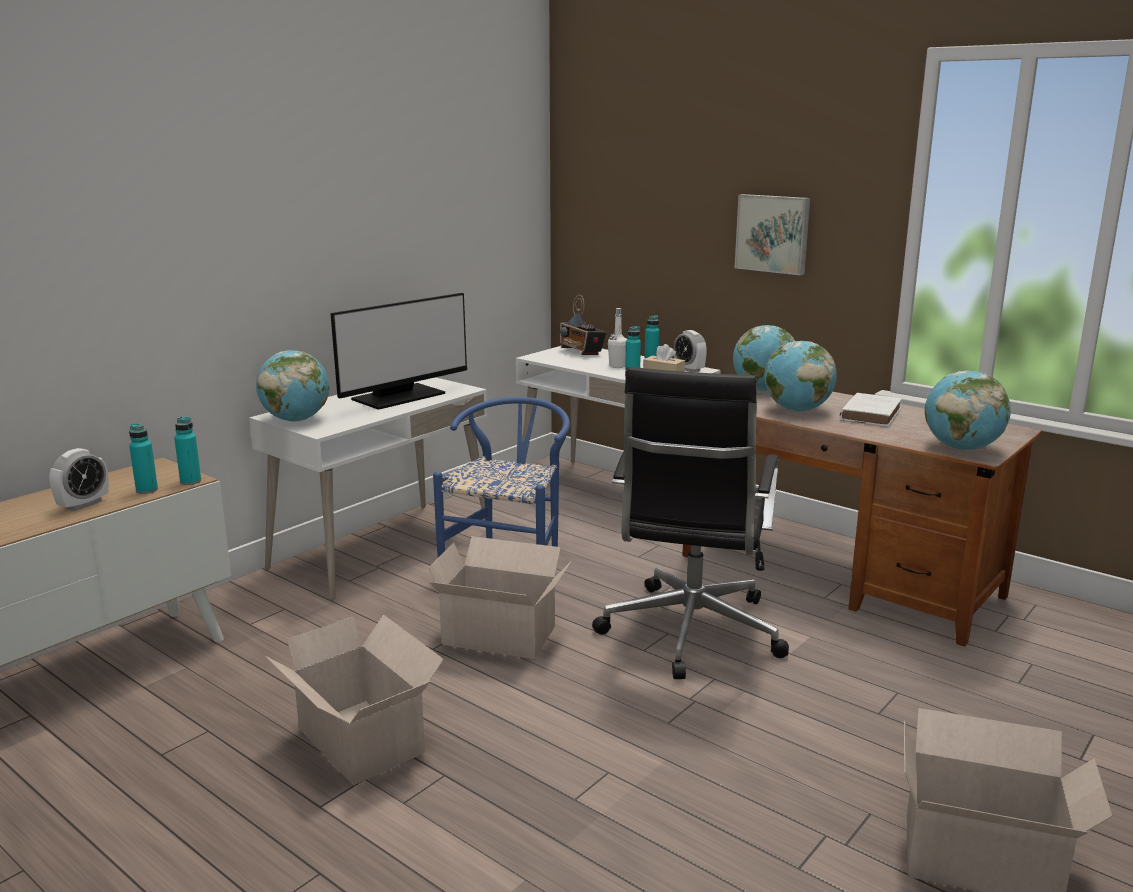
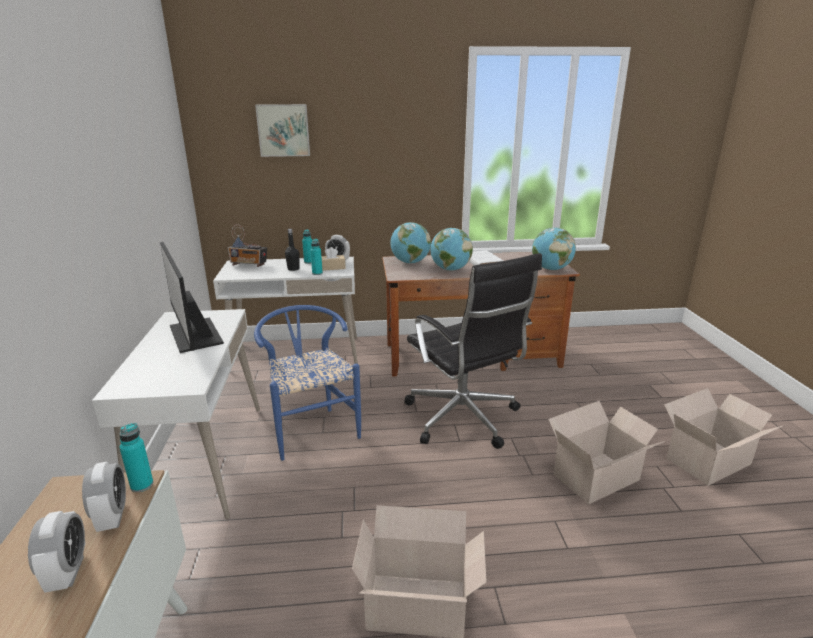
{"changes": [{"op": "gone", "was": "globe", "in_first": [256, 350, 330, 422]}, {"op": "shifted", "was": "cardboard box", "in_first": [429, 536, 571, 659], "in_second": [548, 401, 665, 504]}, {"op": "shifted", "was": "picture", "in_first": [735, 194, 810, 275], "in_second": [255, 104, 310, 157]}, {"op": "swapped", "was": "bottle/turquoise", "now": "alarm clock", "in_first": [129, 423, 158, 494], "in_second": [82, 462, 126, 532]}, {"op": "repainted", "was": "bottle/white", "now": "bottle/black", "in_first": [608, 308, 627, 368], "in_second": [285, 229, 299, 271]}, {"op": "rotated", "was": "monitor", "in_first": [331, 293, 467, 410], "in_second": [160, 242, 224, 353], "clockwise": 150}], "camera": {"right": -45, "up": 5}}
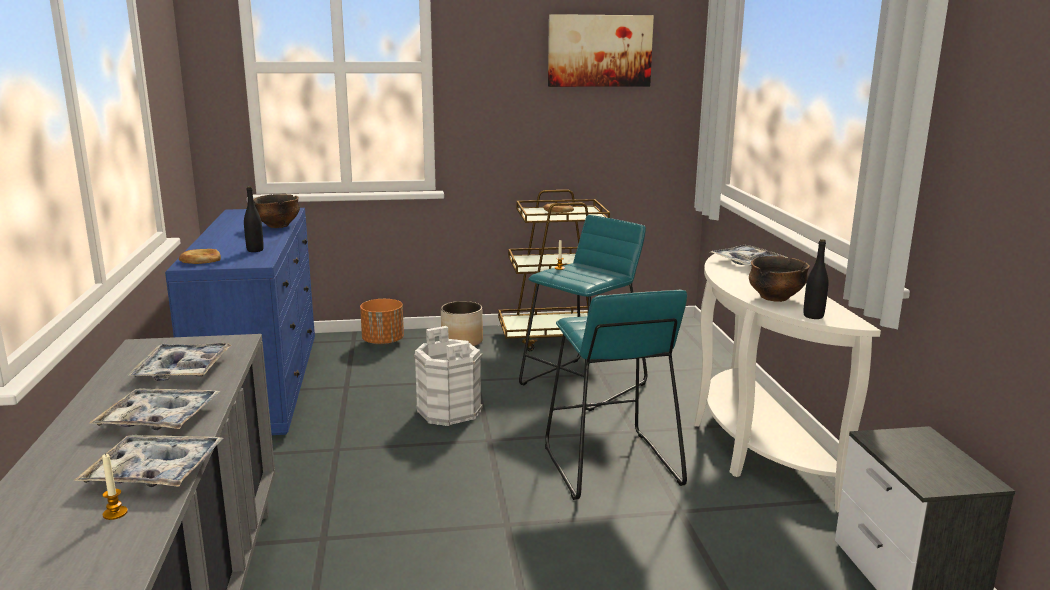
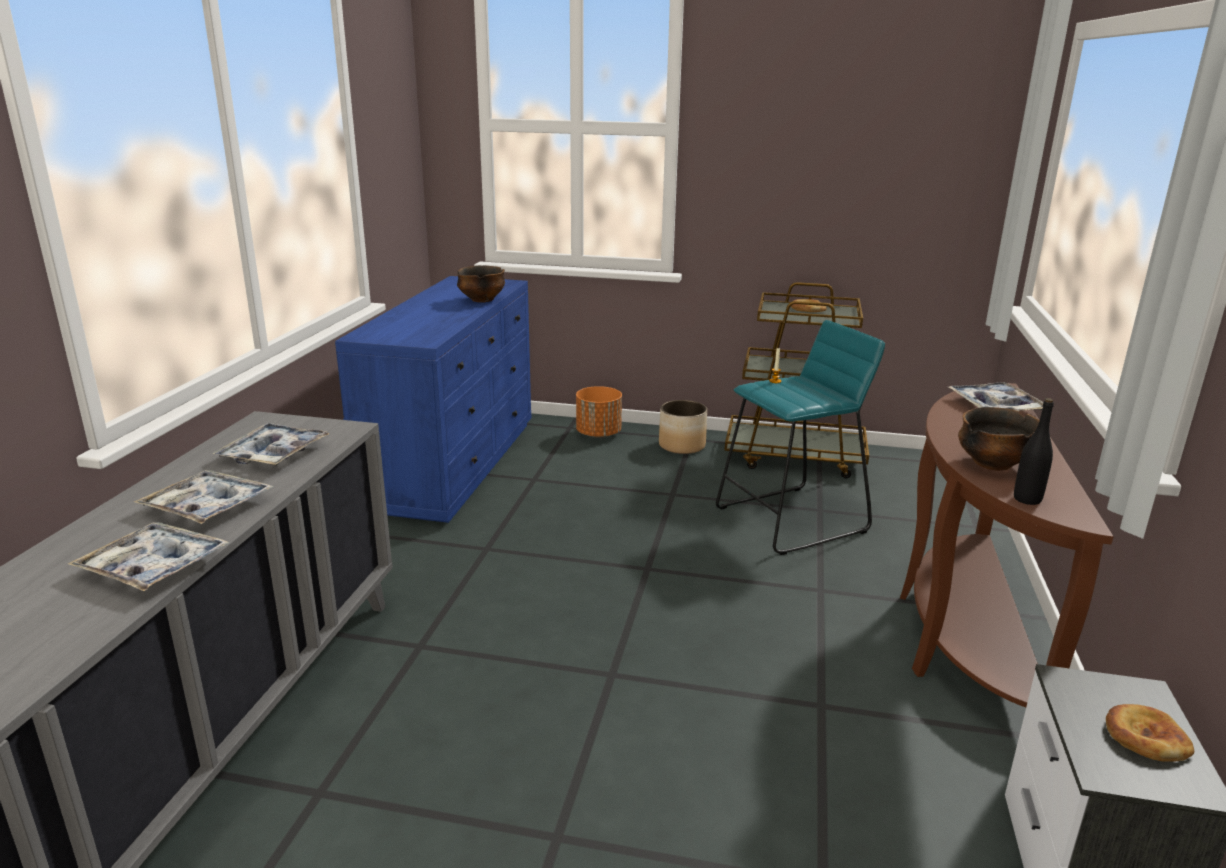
{"changes": [{"op": "gone", "was": "candle", "in_first": [102, 453, 128, 520]}, {"op": "gone", "was": "bottle/black", "in_first": [244, 186, 264, 252]}, {"op": "gone", "was": "bucket/white", "in_first": [414, 326, 483, 426]}, {"op": "gone", "was": "stool/turquoise", "in_first": [545, 289, 687, 500]}, {"op": "gone", "was": "picture", "in_first": [548, 14, 654, 87]}, {"op": "shifted", "was": "bread", "in_first": [179, 249, 221, 264], "in_second": [1106, 704, 1194, 762]}, {"op": "repainted", "was": "console table/white", "now": "console table/brown", "in_first": [694, 254, 881, 513], "in_second": [900, 383, 1114, 707]}], "camera": {"right": 20, "up": 5}}
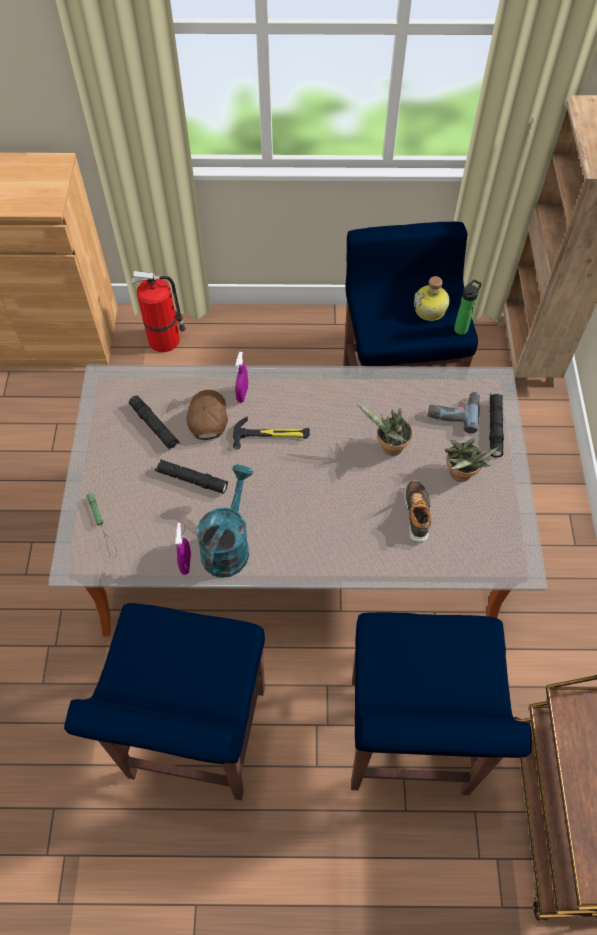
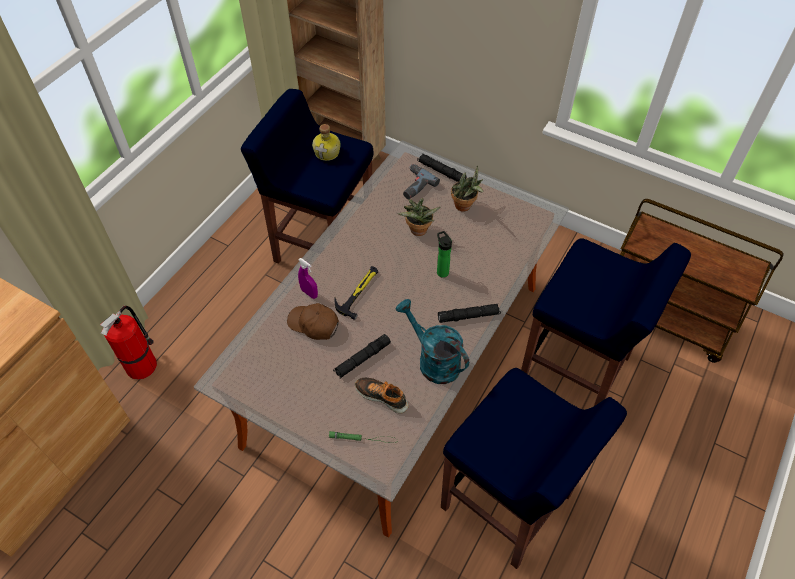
{"changes": [{"op": "gone", "was": "spray bottle/purple", "in_first": [175, 523, 191, 575]}, {"op": "shifted", "was": "flashlight/black", "in_first": [129, 396, 180, 450], "in_second": [438, 304, 501, 323]}, {"op": "shifted", "was": "shoe", "in_first": [404, 480, 431, 543], "in_second": [355, 378, 409, 414]}, {"op": "shifted", "was": "bottle", "in_first": [454, 280, 482, 335], "in_second": [437, 231, 452, 278]}], "camera": {"right": -60, "up": -5}}
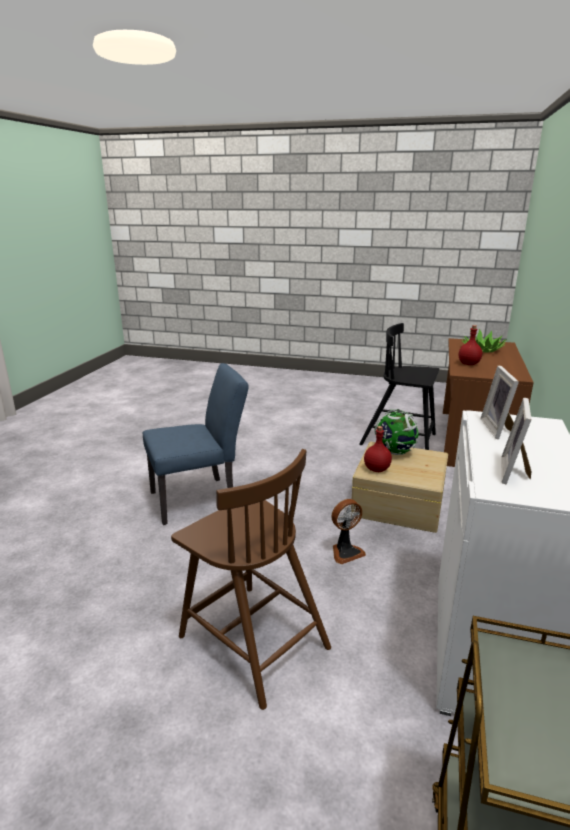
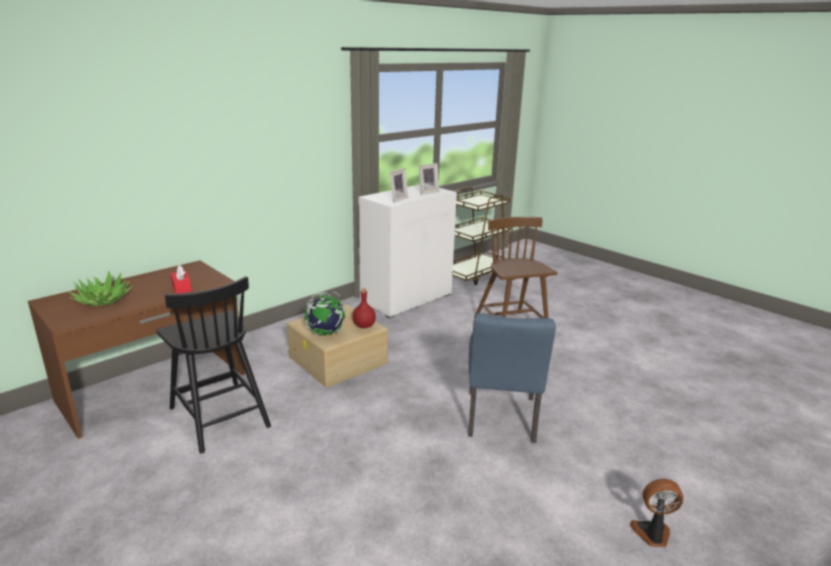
{"changes": [{"op": "shifted", "was": "fan", "in_first": [332, 499, 366, 564], "in_second": [630, 479, 683, 547]}, {"op": "swapped", "was": "bottle/red", "now": "tissue box/red", "in_first": [459, 325, 482, 365], "in_second": [170, 266, 192, 294]}, {"op": "rotated", "was": "chair/blue", "in_first": [143, 363, 249, 525], "in_second": [468, 313, 556, 443], "clockwise": -90}], "camera": {"right": -150, "up": 0}}
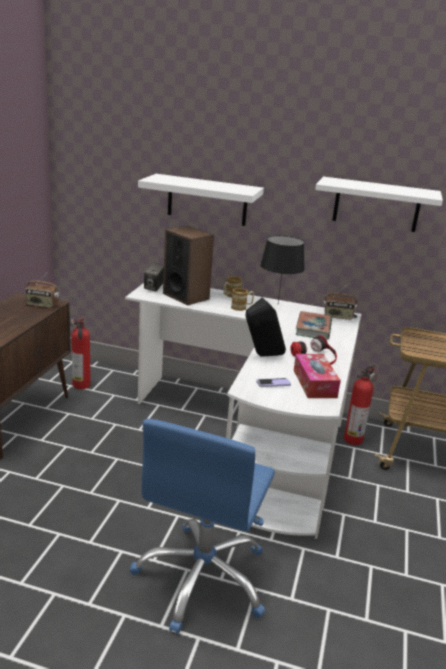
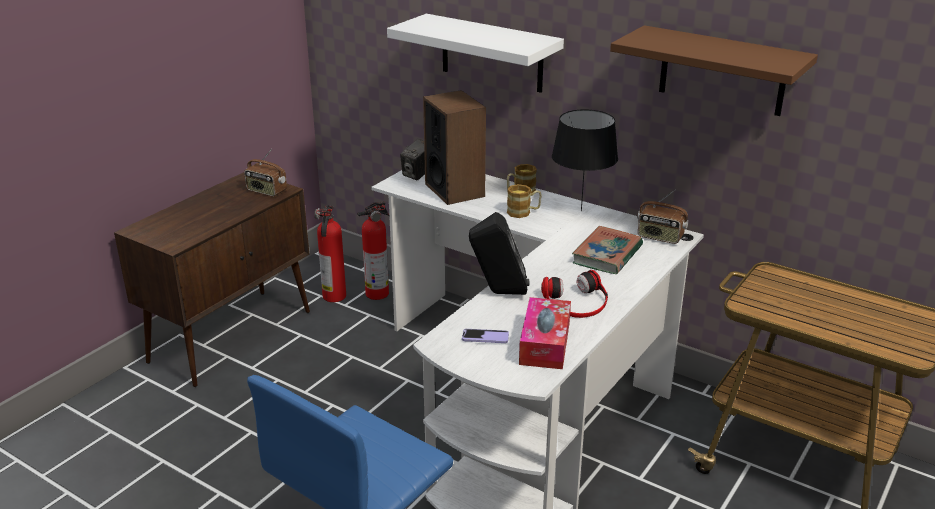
{"changes": [{"op": "shifted", "was": "fire extinguisher", "in_first": [344, 364, 377, 445], "in_second": [357, 201, 389, 300]}, {"op": "repainted", "was": "shelf/white", "now": "shelf/brown", "in_first": [315, 177, 443, 232], "in_second": [610, 25, 818, 116]}], "camera": {"right": 20, "up": 5}}
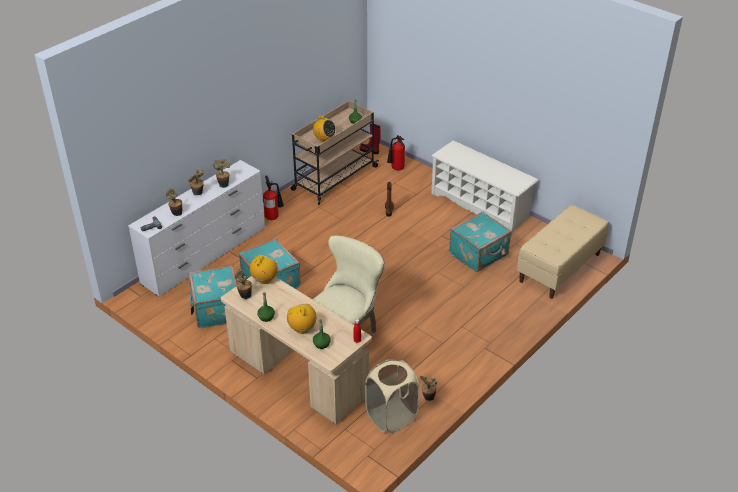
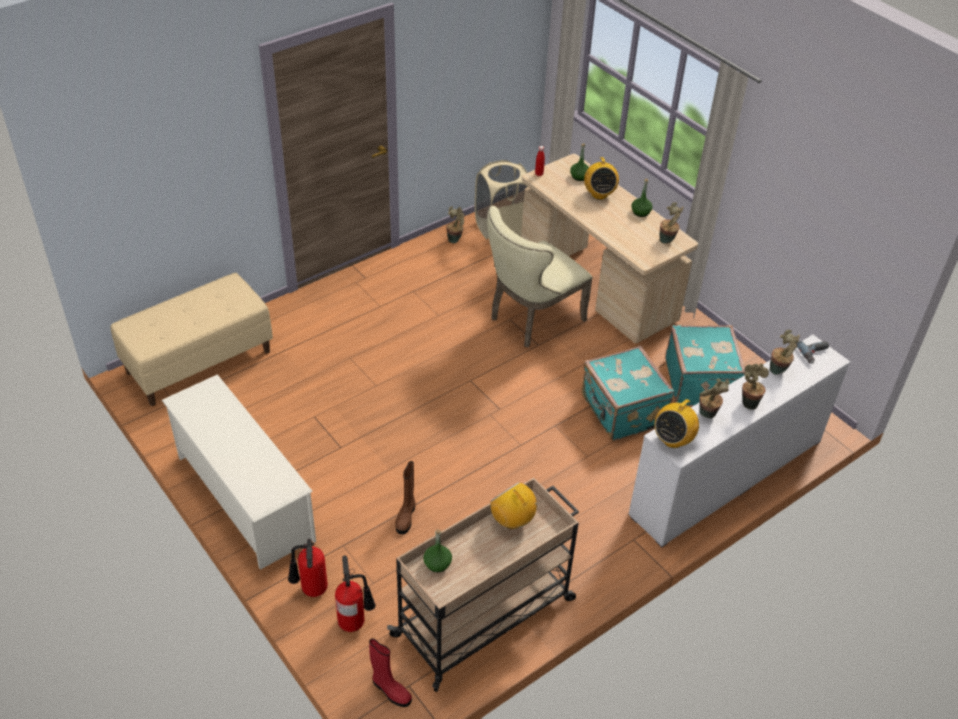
{"changes": [{"op": "gone", "was": "suitcase/turquoise", "in_first": [449, 211, 512, 272]}, {"op": "shifted", "was": "radio", "in_first": [250, 255, 278, 284], "in_second": [654, 394, 699, 448]}, {"op": "shifted", "was": "fire extinguisher", "in_first": [263, 176, 284, 220], "in_second": [288, 539, 328, 597]}], "camera": {"right": -170, "up": 5}}
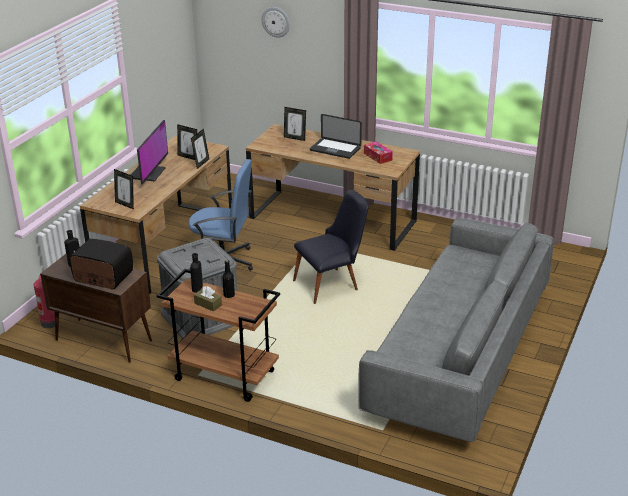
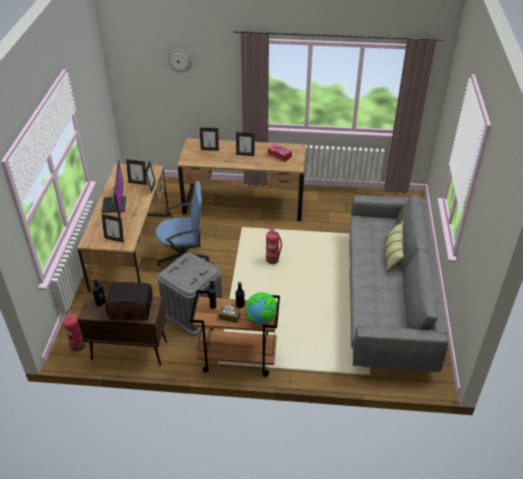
{"changes": [{"op": "new", "now": "globe", "in_second": [246, 292, 277, 323]}, {"op": "new", "now": "pillow", "in_second": [386, 220, 404, 273]}, {"op": "swapped", "was": "chair/black", "now": "fire extinguisher", "in_first": [293, 190, 369, 304], "in_second": [266, 224, 282, 264]}, {"op": "swapped", "was": "laptop", "now": "picture frame", "in_first": [310, 114, 362, 159], "in_second": [236, 132, 255, 156]}], "camera": {"right": -20, "up": 10}}
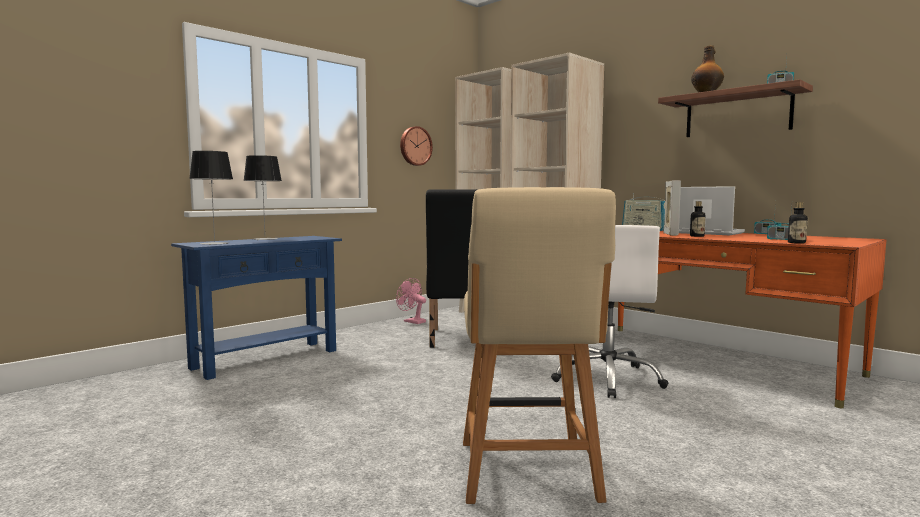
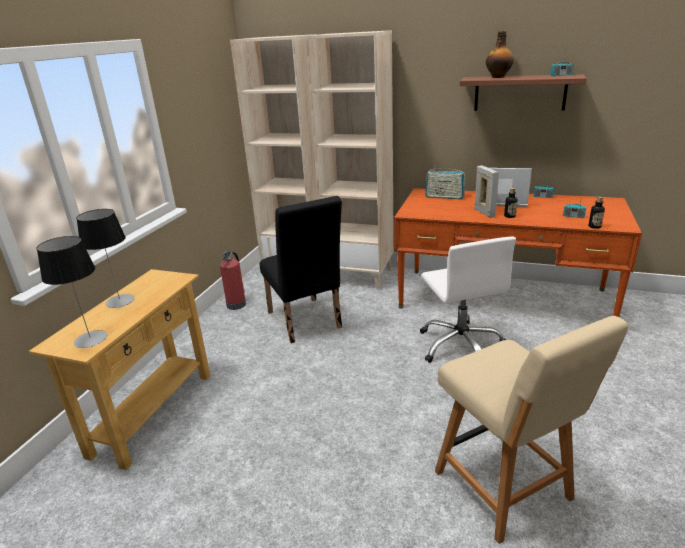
{"changes": [{"op": "gone", "was": "wall clock", "in_first": [400, 126, 433, 166]}, {"op": "swapped", "was": "fan/pink", "now": "fire extinguisher", "in_first": [396, 278, 426, 324], "in_second": [220, 251, 246, 310]}, {"op": "repainted", "was": "console table/blue", "now": "console table/beige", "in_first": [171, 236, 342, 380], "in_second": [29, 269, 211, 470]}], "camera": {"right": -25, "up": 20}}
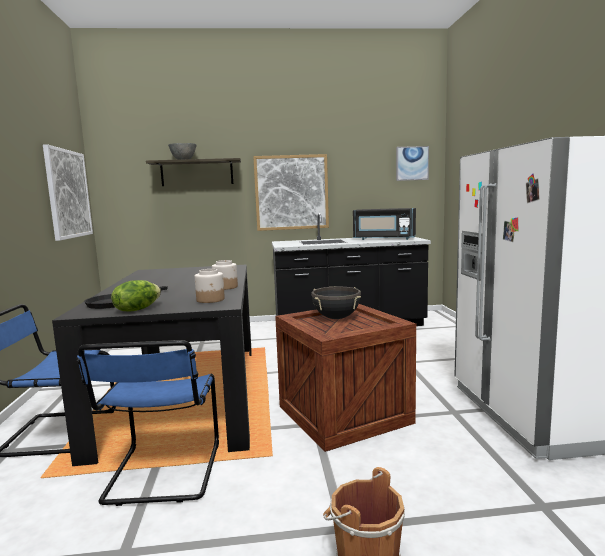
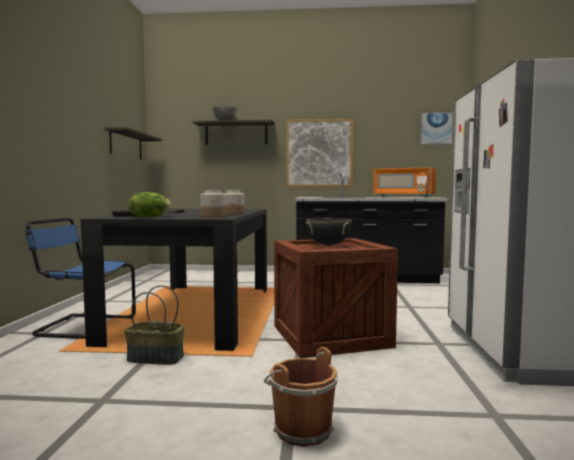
{"changes": [{"op": "swapped", "was": "picture", "now": "shelf", "in_first": [43, 144, 93, 241], "in_second": [105, 127, 162, 160]}, {"op": "swapped", "was": "chair/blue", "now": "basket", "in_first": [77, 340, 219, 506], "in_second": [124, 285, 184, 365]}, {"op": "repainted", "was": "microwave/black", "now": "microwave/orange", "in_first": [353, 208, 416, 240], "in_second": [373, 167, 436, 198]}], "camera": {"right": 10, "up": -5}}
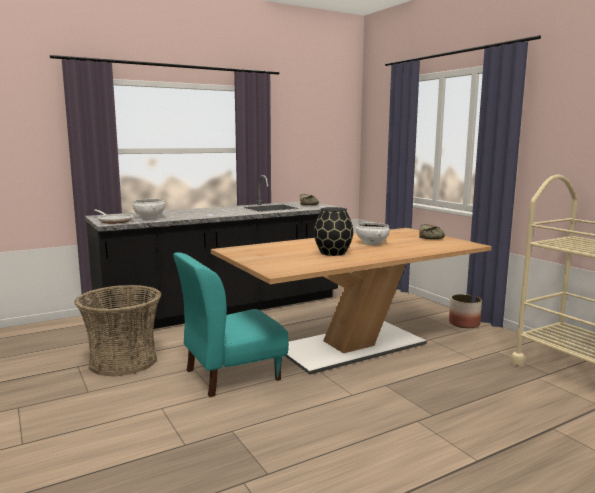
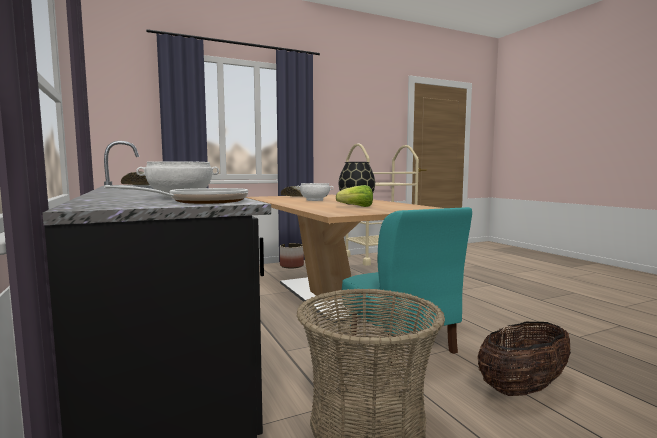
{"changes": [{"op": "new", "now": "lettuce", "in_second": [336, 185, 373, 207]}, {"op": "new", "now": "basket", "in_second": [477, 322, 571, 396]}], "camera": {"right": -85, "up": -5}}
